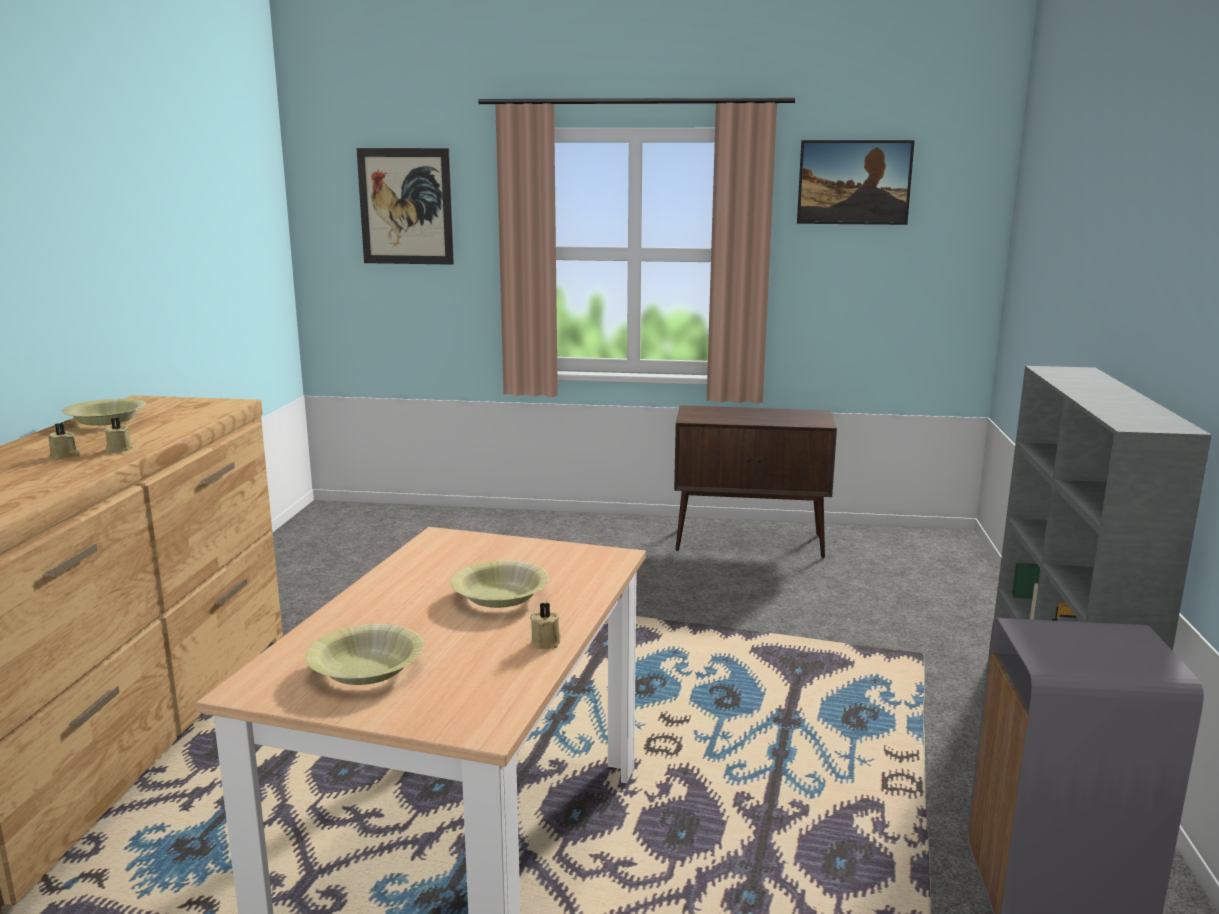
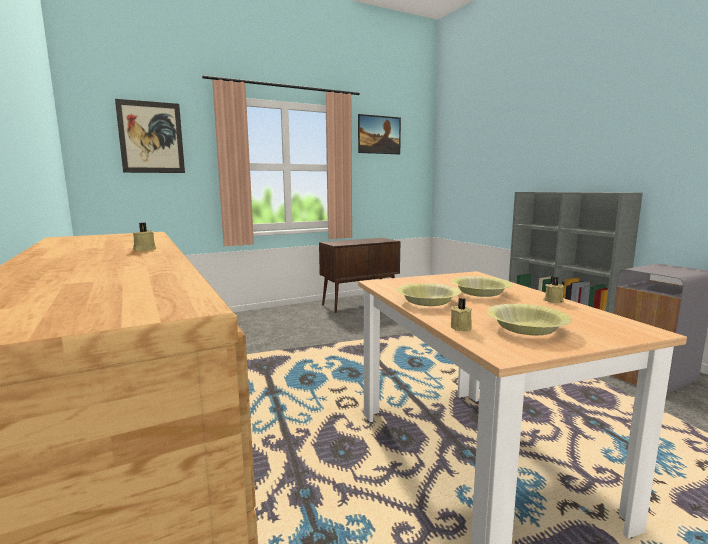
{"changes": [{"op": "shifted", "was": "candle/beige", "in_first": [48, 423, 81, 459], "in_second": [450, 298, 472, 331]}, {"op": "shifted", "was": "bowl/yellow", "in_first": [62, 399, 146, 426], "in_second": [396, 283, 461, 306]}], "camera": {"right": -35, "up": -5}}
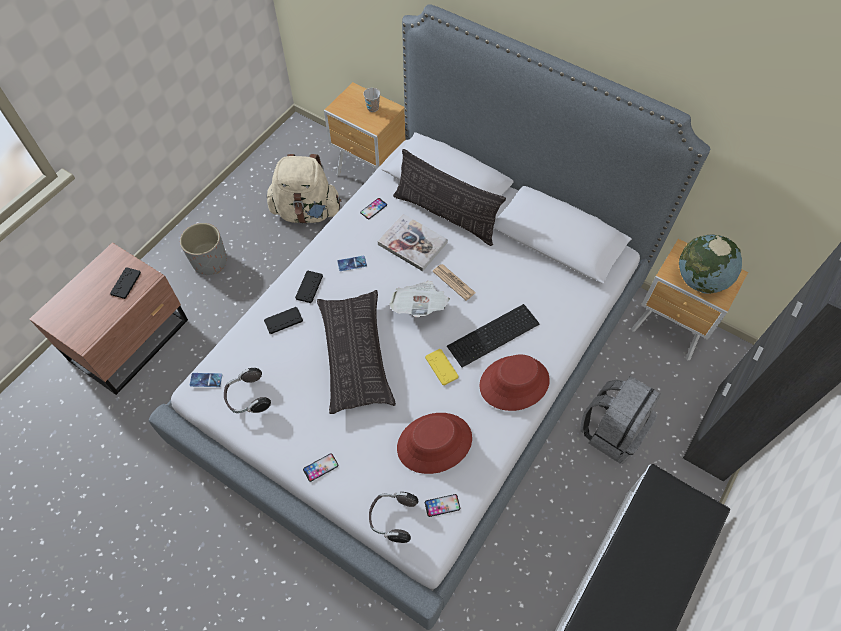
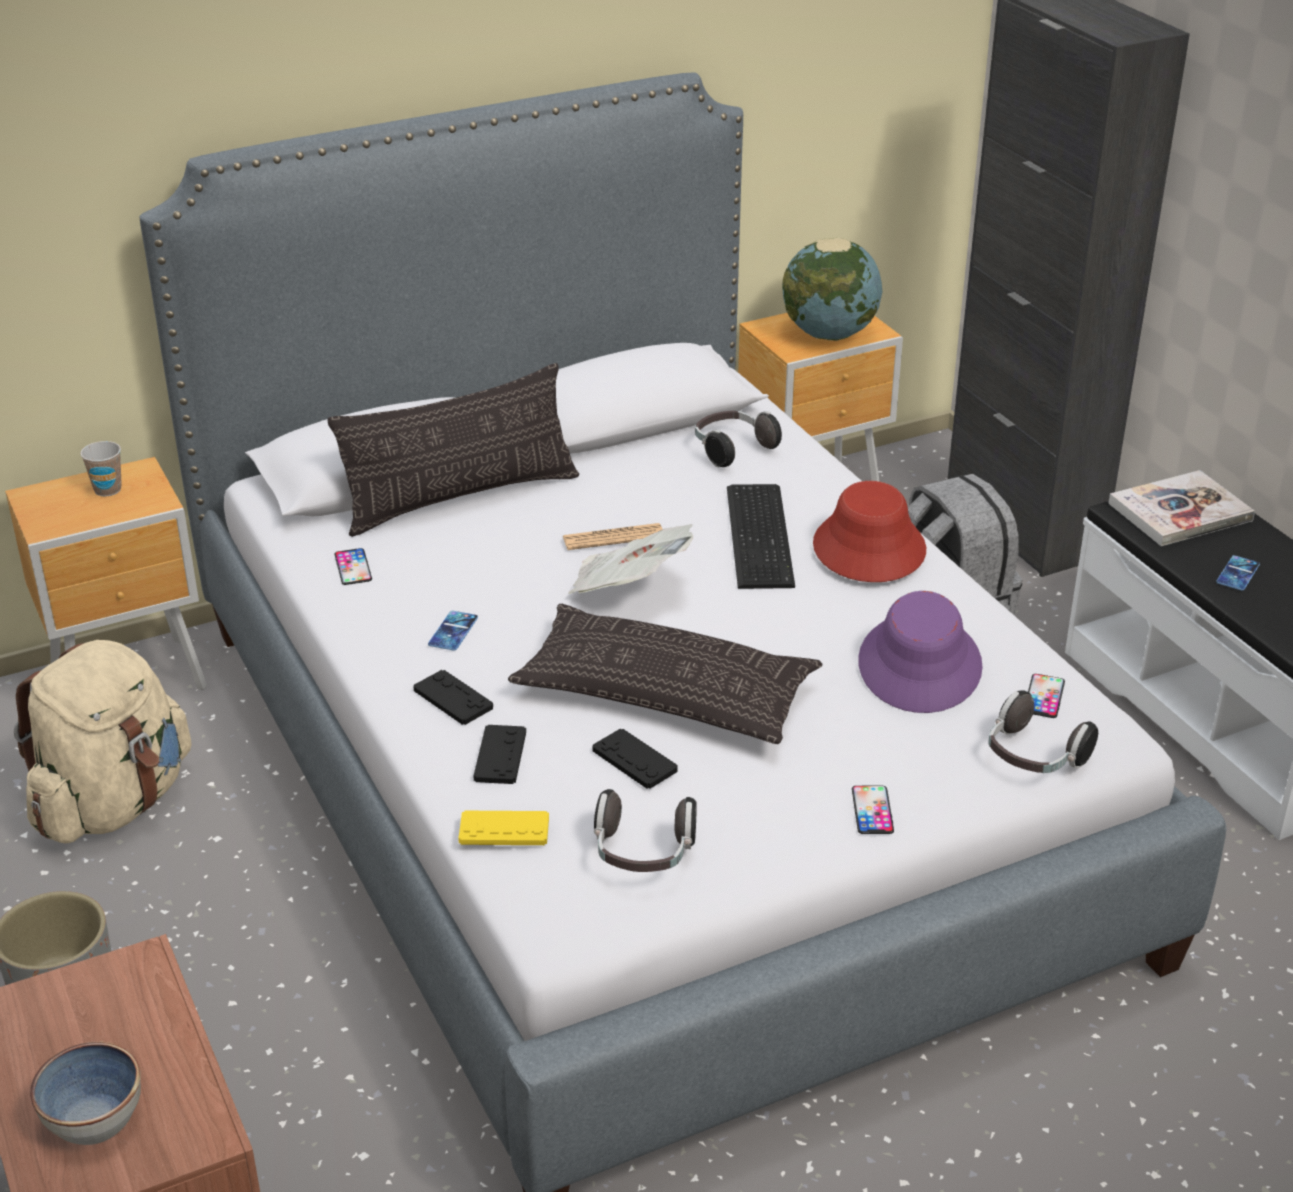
{"changes": [{"op": "new", "now": "bowl", "in_second": [30, 1042, 141, 1145]}, {"op": "new", "now": "headphones", "in_second": [695, 410, 782, 467]}, {"op": "shifted", "was": "game controller/black", "in_first": [110, 267, 141, 299], "in_second": [593, 729, 678, 789]}, {"op": "shifted", "was": "phone", "in_first": [190, 373, 222, 387], "in_second": [1216, 555, 1260, 591]}, {"op": "shifted", "was": "book", "in_first": [378, 214, 448, 271], "in_second": [1108, 470, 1255, 546]}, {"op": "shifted", "was": "game controller/yellow", "in_first": [425, 349, 459, 385], "in_second": [458, 811, 549, 845]}, {"op": "repainted", "was": "hat/red", "now": "hat/purple", "in_first": [397, 413, 472, 474], "in_second": [858, 591, 983, 713]}], "camera": {"right": -60, "up": -25}}
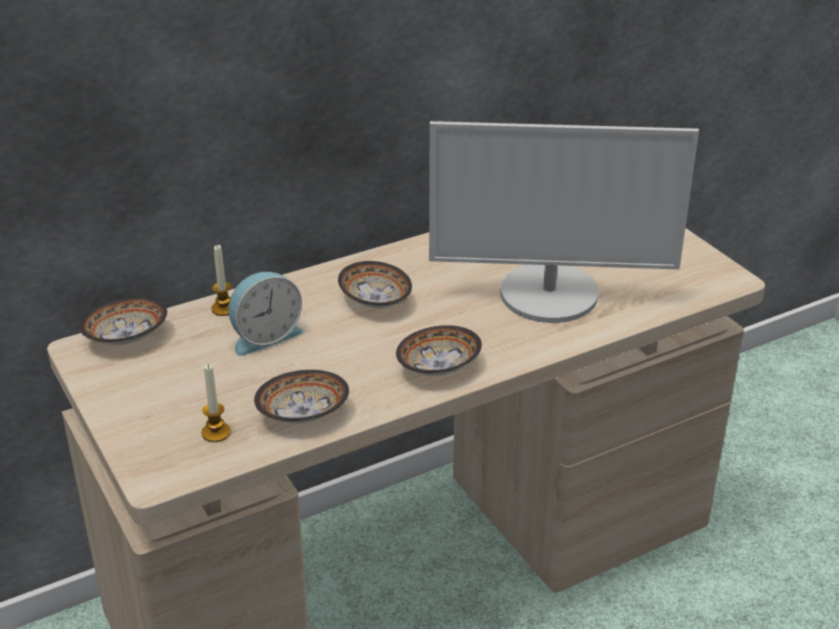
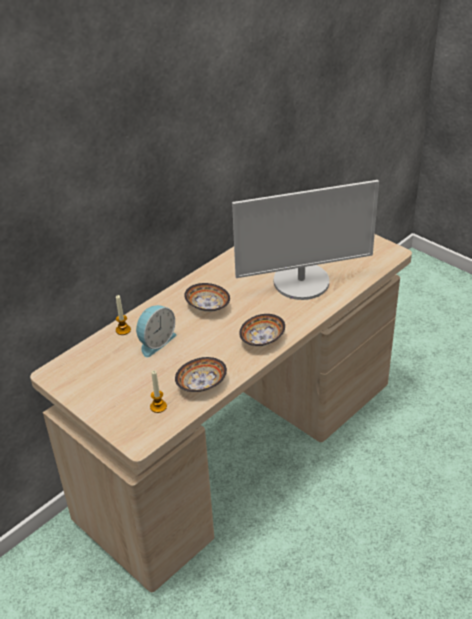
{"changes": [{"op": "gone", "was": "bowl", "in_first": [79, 297, 167, 345]}], "camera": {"right": -15, "up": 5}}
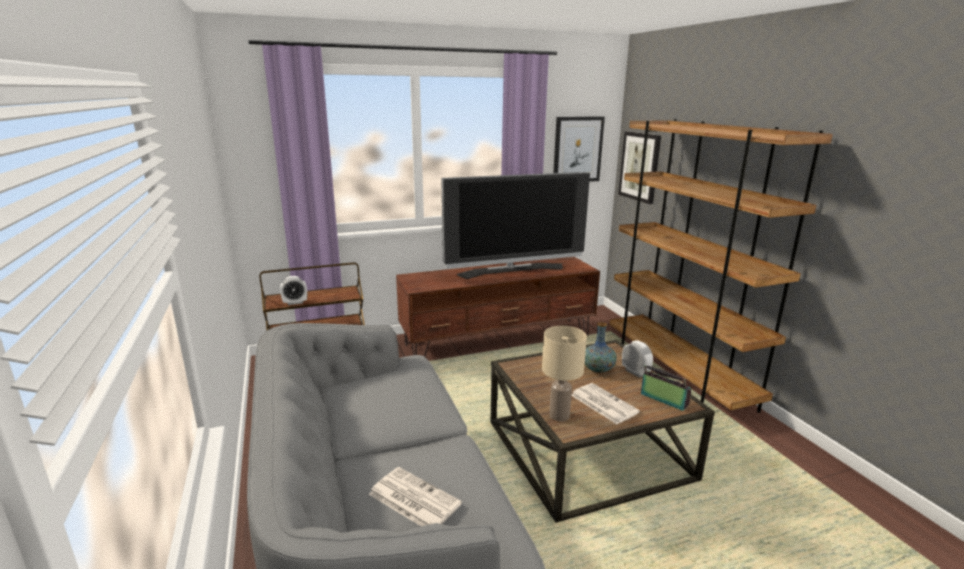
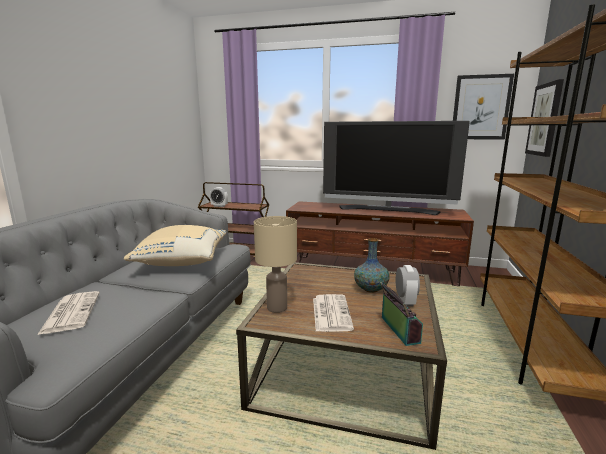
{"changes": [{"op": "new", "now": "pillow/beige", "in_second": [124, 225, 226, 266]}], "camera": {"right": 35, "up": -5}}
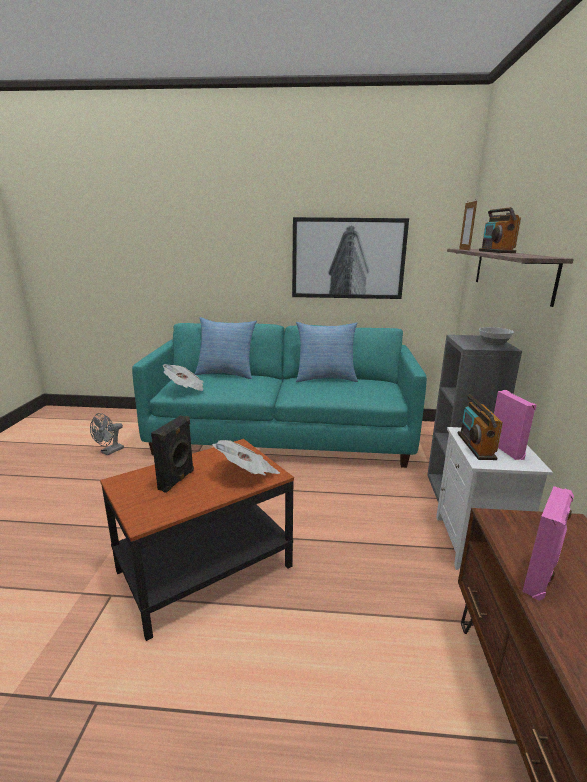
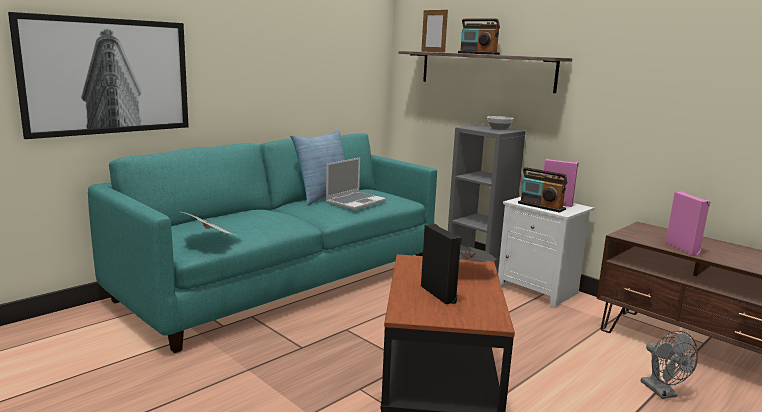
{"changes": [{"op": "gone", "was": "pillow", "in_first": [195, 317, 257, 379]}, {"op": "new", "now": "laptop", "in_second": [326, 158, 386, 210]}, {"op": "shifted", "was": "fan/grey", "in_first": [90, 413, 124, 456], "in_second": [641, 331, 698, 399]}, {"op": "shifted", "was": "picture", "in_first": [292, 217, 409, 299], "in_second": [8, 12, 189, 139]}], "camera": {"right": -50, "up": -5}}
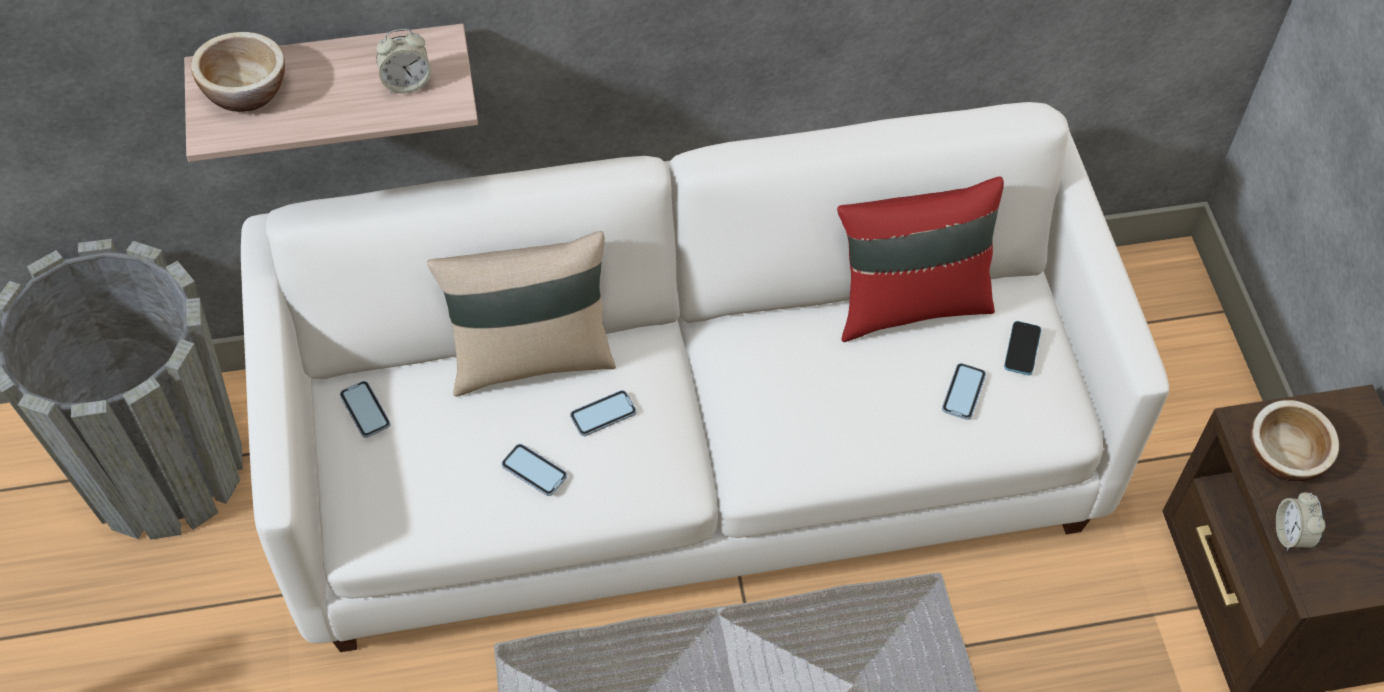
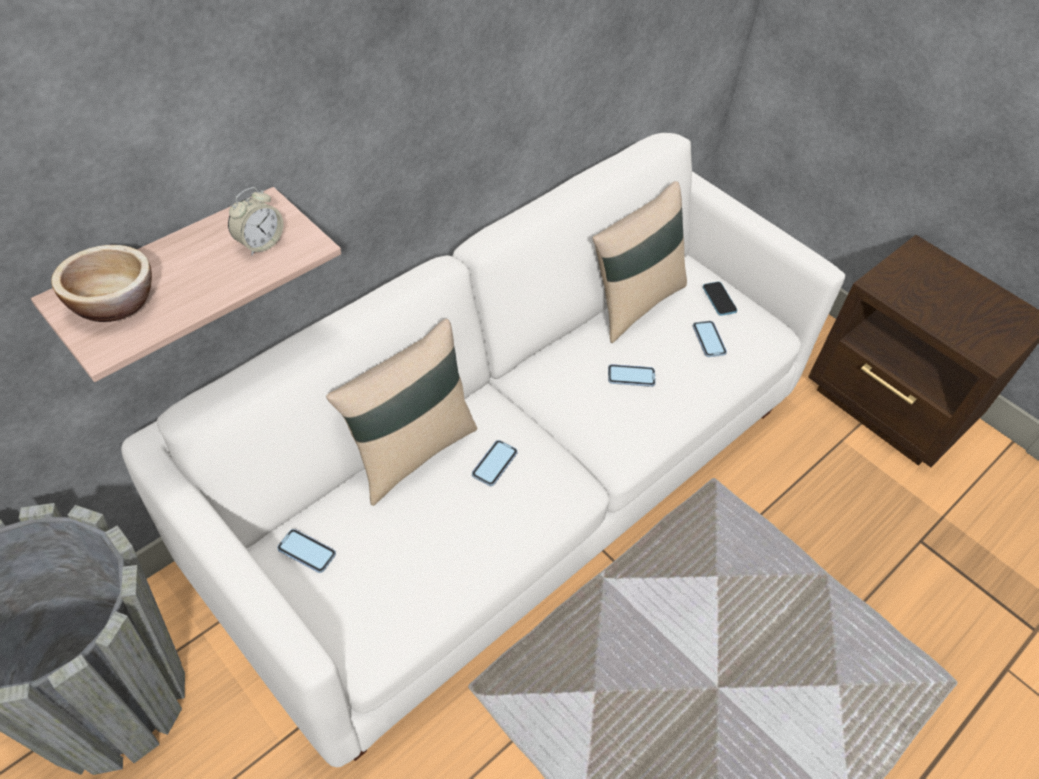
{"changes": [{"op": "gone", "was": "bowl", "in_first": [1250, 400, 1339, 481]}, {"op": "gone", "was": "alarm clock", "in_first": [1276, 492, 1325, 551]}, {"op": "shifted", "was": "phone", "in_first": [501, 444, 567, 496], "in_second": [608, 364, 656, 387]}, {"op": "repainted", "was": "pillow/red", "now": "pillow/beige", "in_first": [837, 176, 1004, 342], "in_second": [593, 181, 687, 343]}], "camera": {"right": -35, "up": -5}}
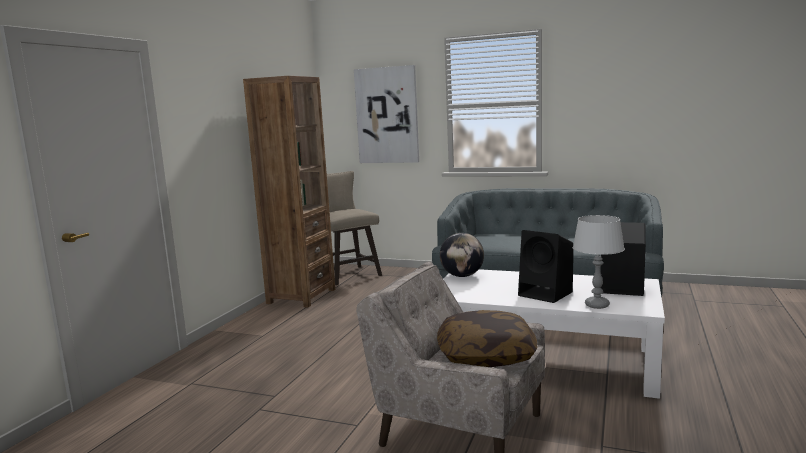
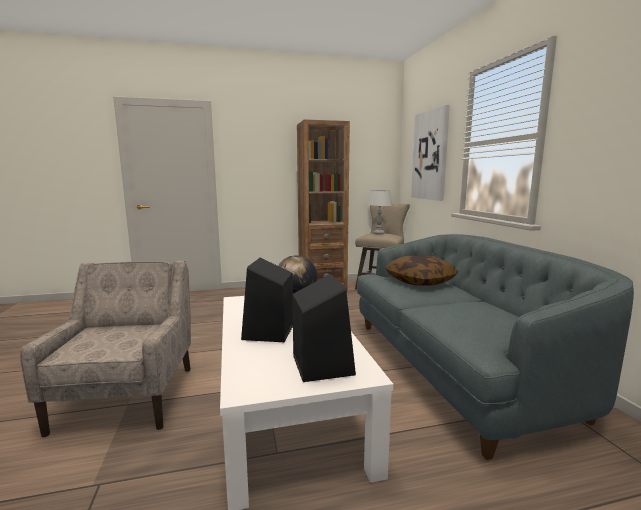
{"changes": [{"op": "shifted", "was": "pillow", "in_first": [437, 310, 537, 367], "in_second": [385, 255, 458, 286]}, {"op": "shifted", "was": "table lamp/grey", "in_first": [573, 215, 625, 309], "in_second": [368, 190, 392, 235]}], "camera": {"right": 55, "up": 0}}
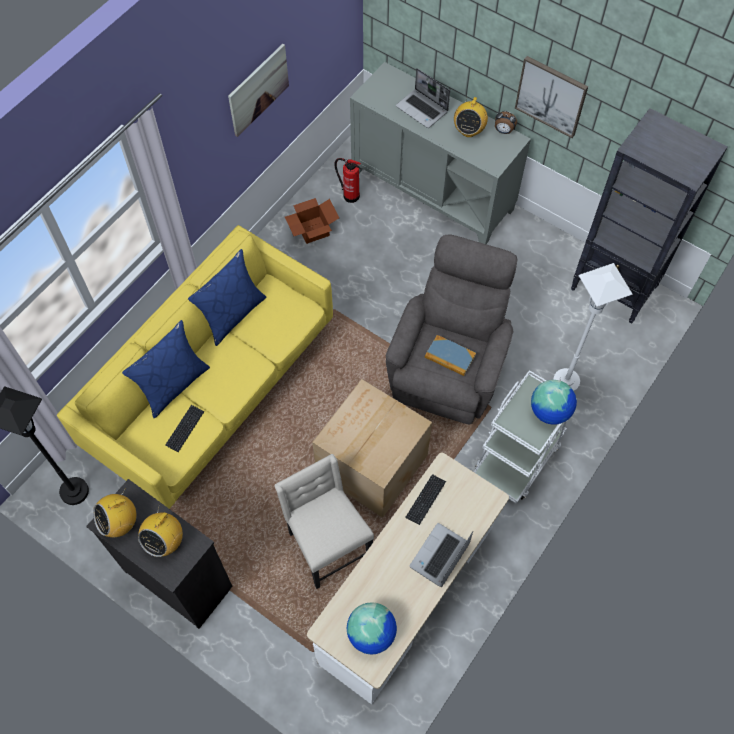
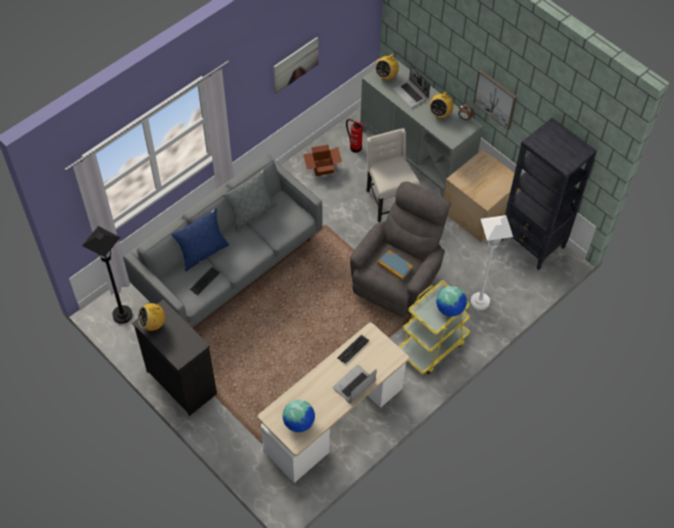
{"changes": [{"op": "shifted", "was": "radio", "in_first": [138, 504, 183, 557], "in_second": [375, 51, 399, 81]}, {"op": "shifted", "was": "chair/beige", "in_first": [275, 454, 374, 589], "in_second": [367, 128, 420, 222]}, {"op": "shifted", "was": "cardboard box", "in_first": [312, 379, 432, 518], "in_second": [443, 149, 521, 242]}, {"op": "repainted", "was": "sofa/yellow", "now": "sofa/grey", "in_first": [57, 225, 333, 509], "in_second": [123, 153, 322, 328]}, {"op": "repainted", "was": "pillow/blue", "now": "pillow/grey", "in_first": [188, 249, 266, 346], "in_second": [223, 168, 277, 232]}, {"op": "repainted", "was": "cart/white", "now": "cart/yellow", "in_first": [474, 370, 577, 504], "in_second": [399, 280, 470, 375]}], "camera": {"right": 10, "up": -5}}
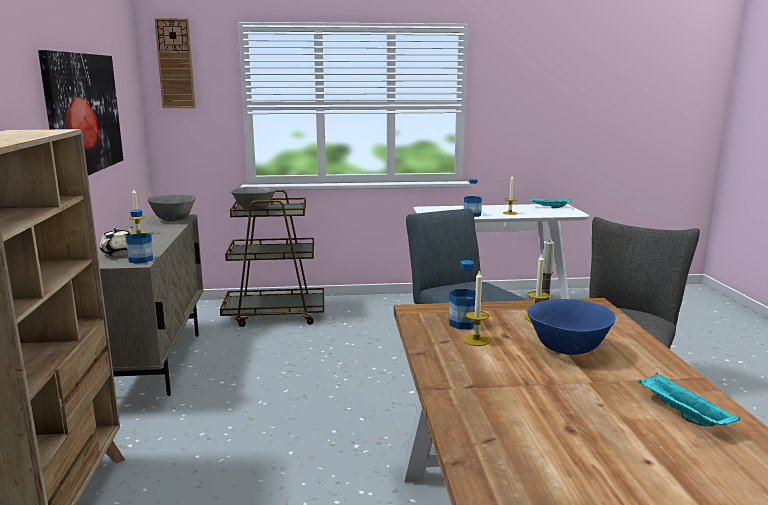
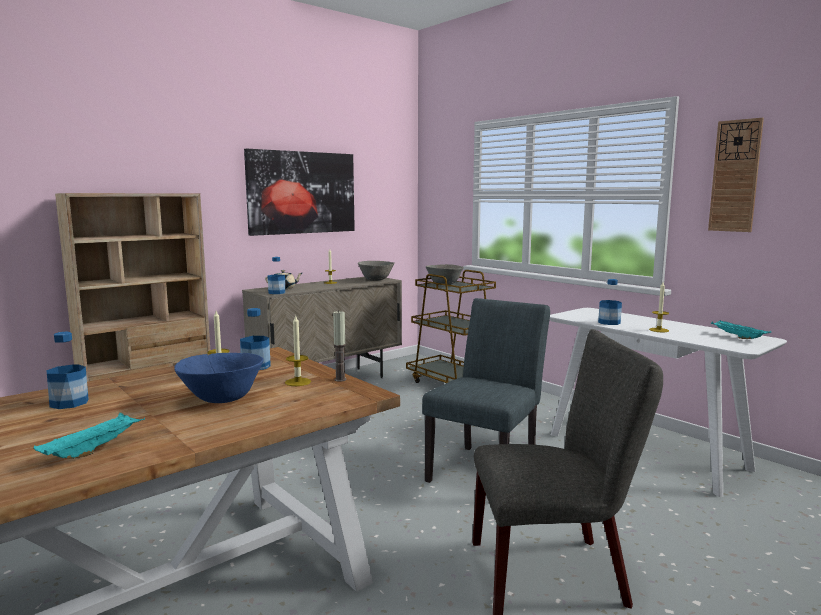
{"changes": [{"op": "new", "now": "bottle", "in_second": [46, 332, 89, 409]}, {"op": "shifted", "was": "wall clock", "in_first": [154, 18, 196, 108], "in_second": [708, 118, 764, 232]}], "camera": {"right": 55, "up": -5}}
